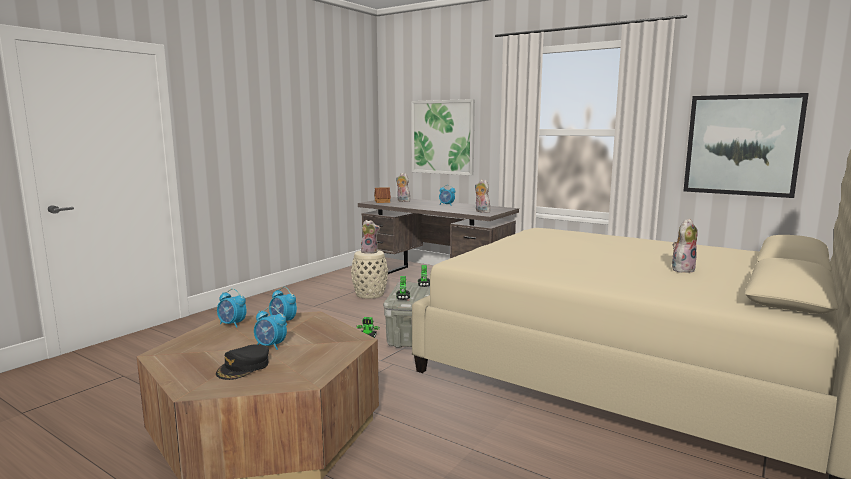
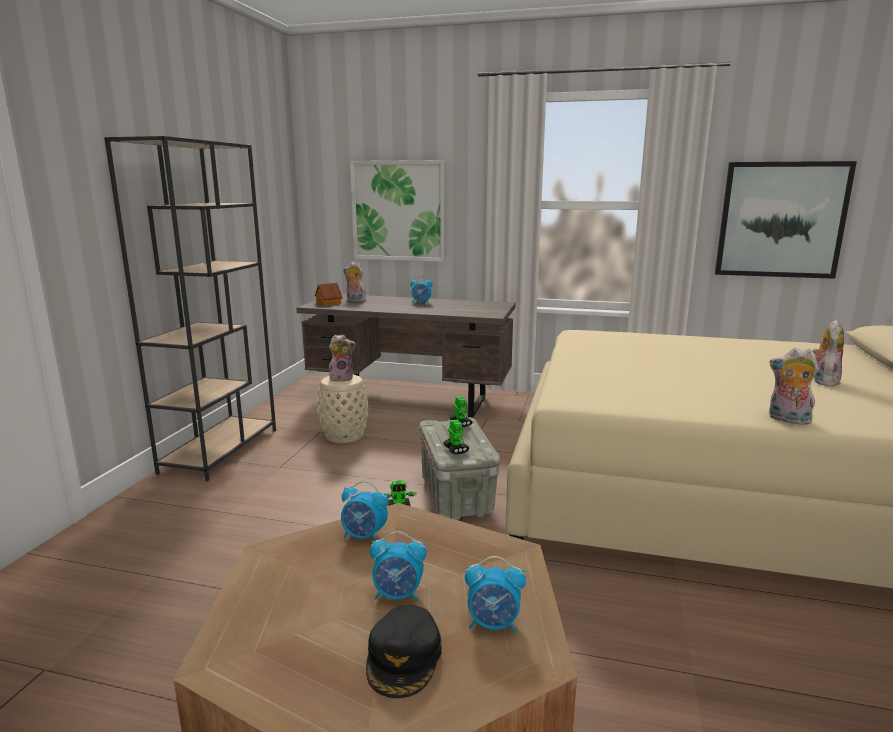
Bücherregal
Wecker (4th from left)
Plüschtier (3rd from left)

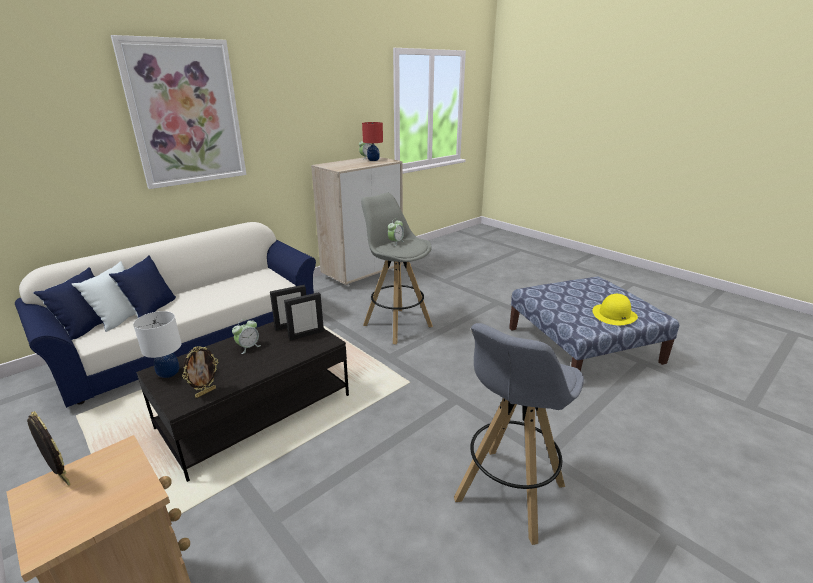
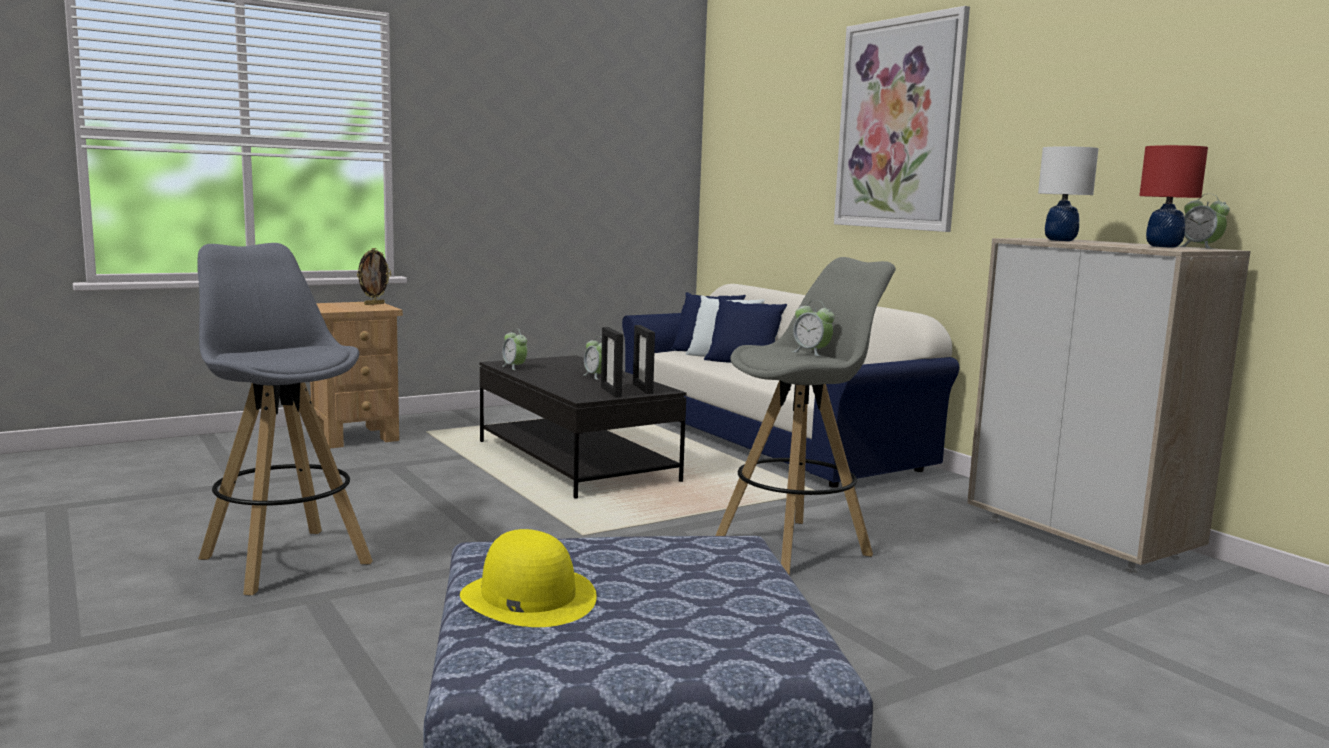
Tischlampe [weiß]
Wecker (1st from left)

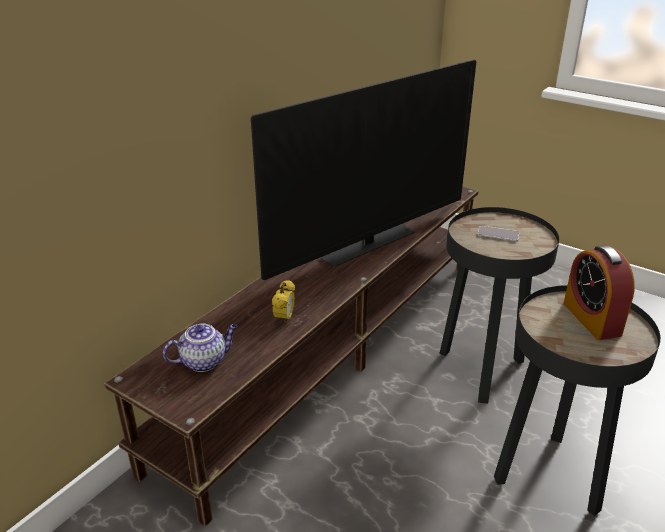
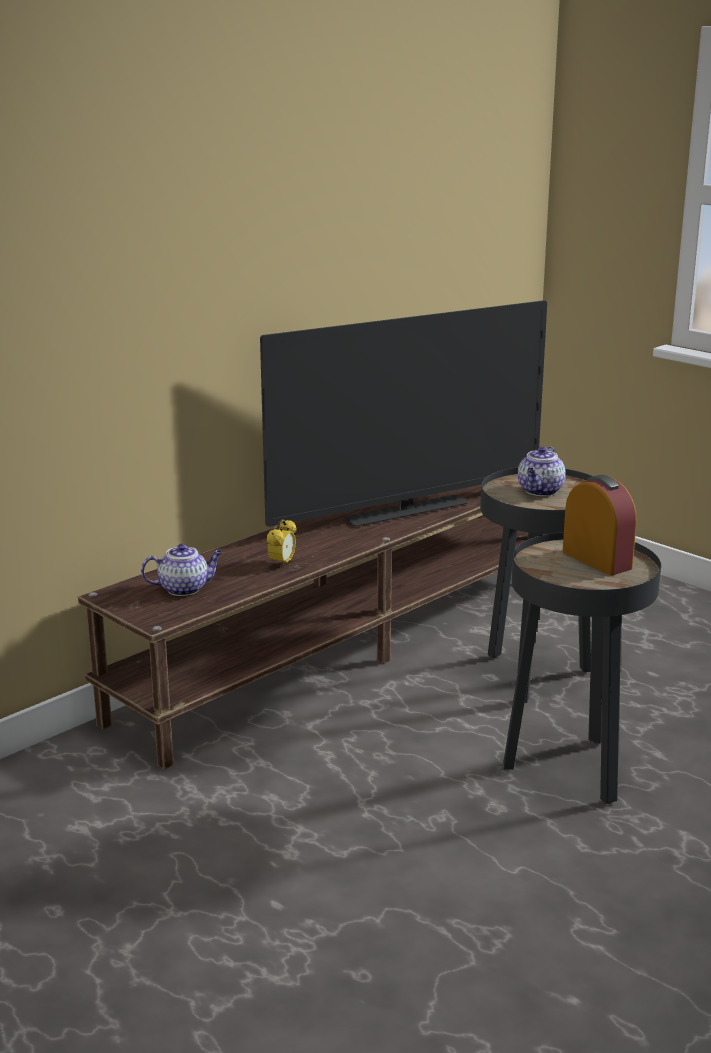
Teekanne (2nd from left)
Wecker (2nd from left)

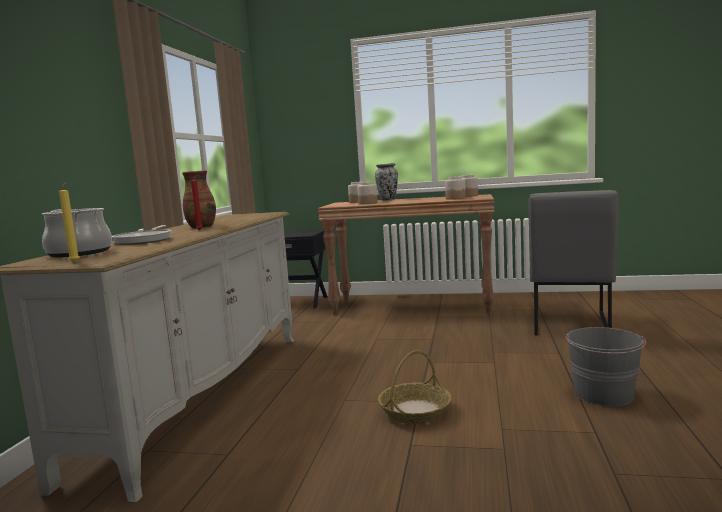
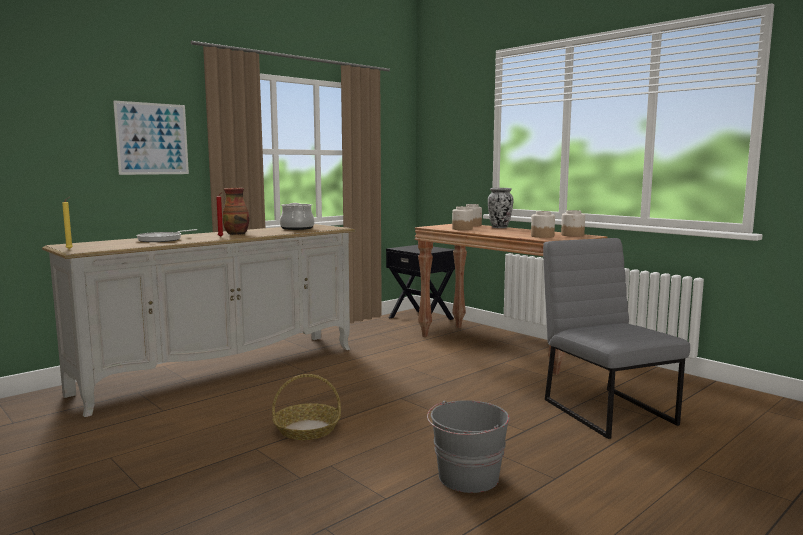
Bild
Kochtopf
Stuhl [grau]

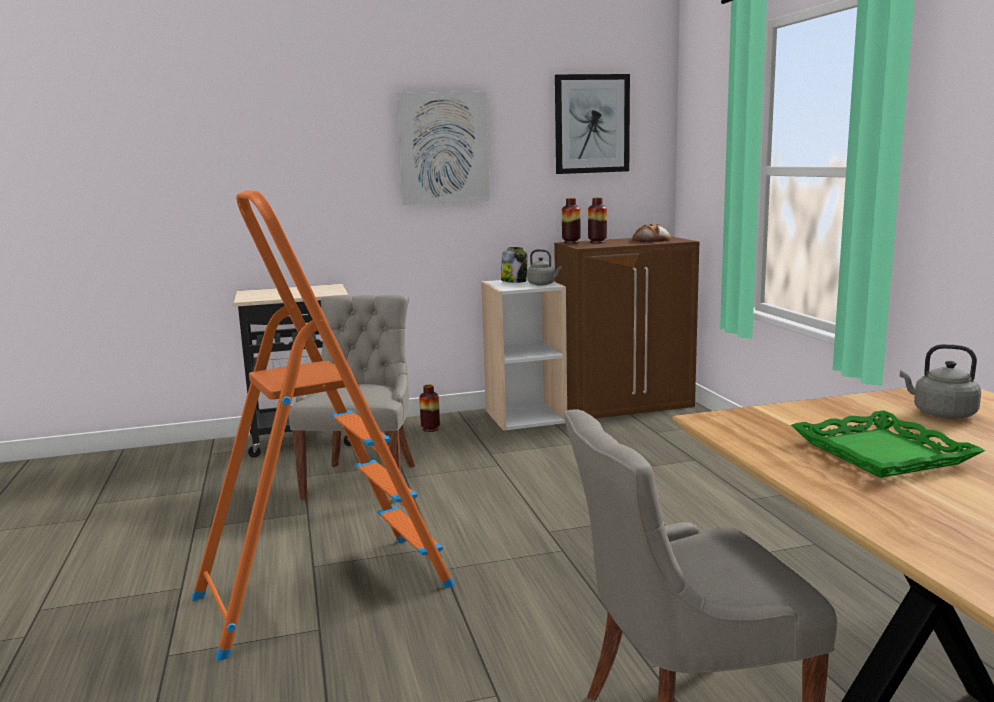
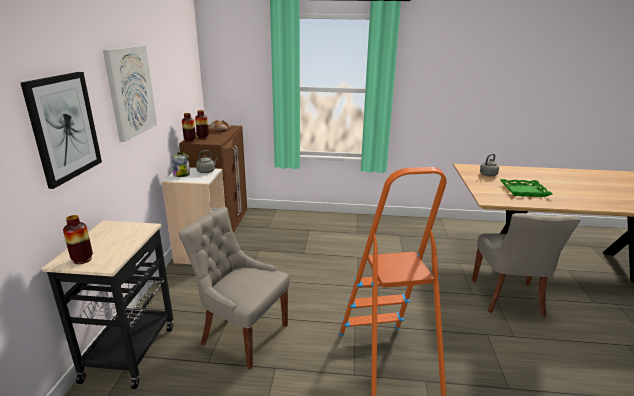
Vase (1st from left)
Bild (1st from left)

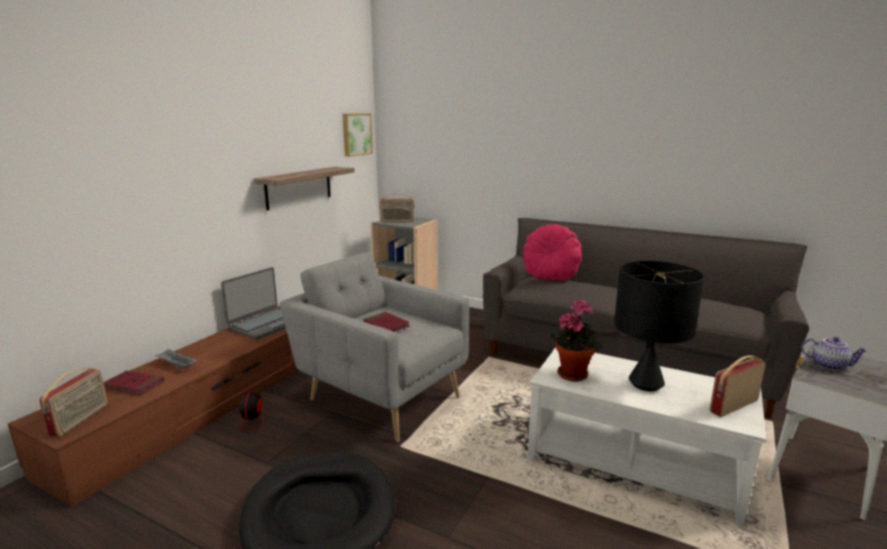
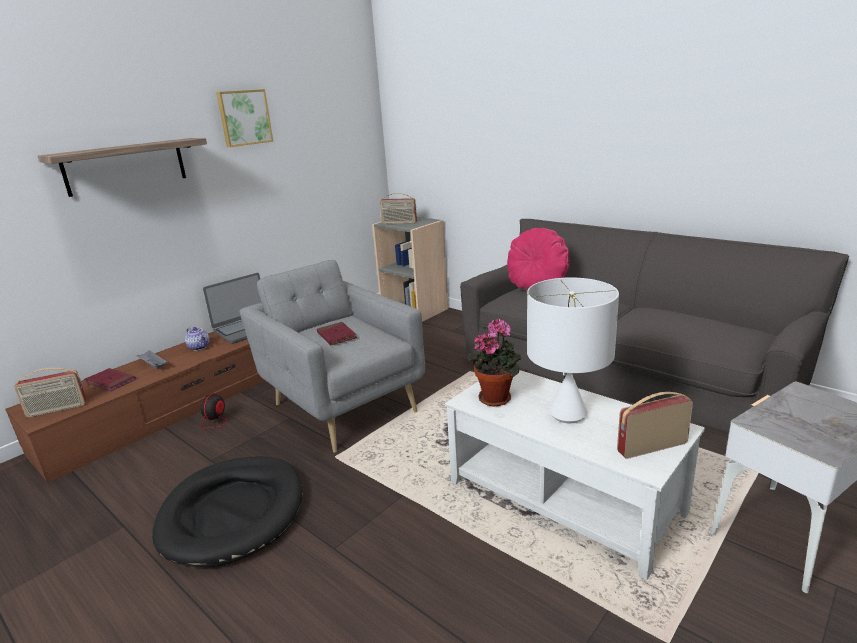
Wandregal
Bild
Teekanne
Tischlampe [weiß]
Radio (1st from left)

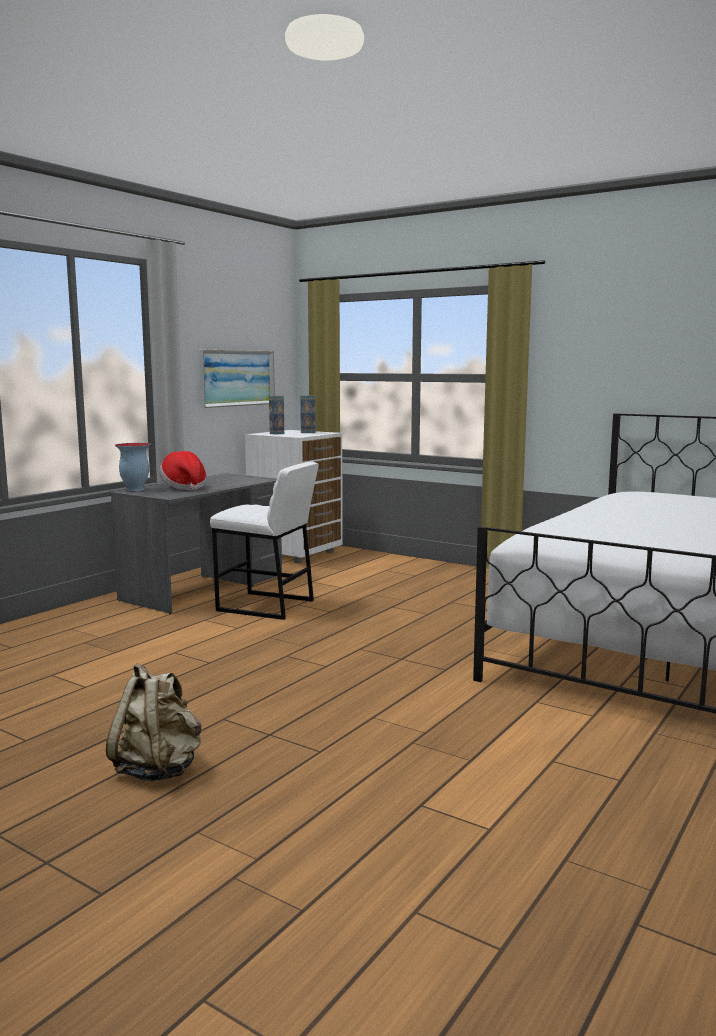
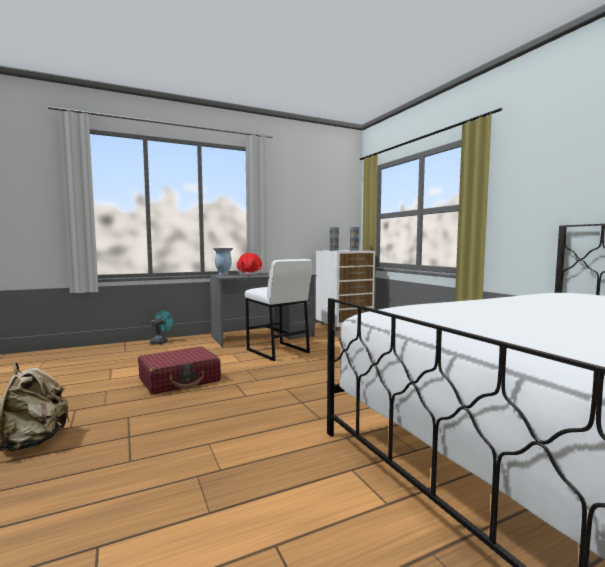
Bild
Koffer [rot]
Ventilator [türkis]

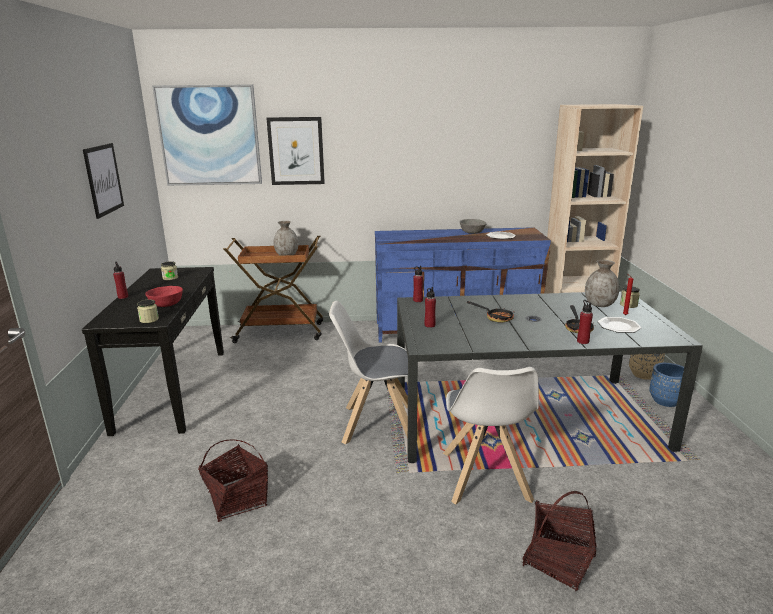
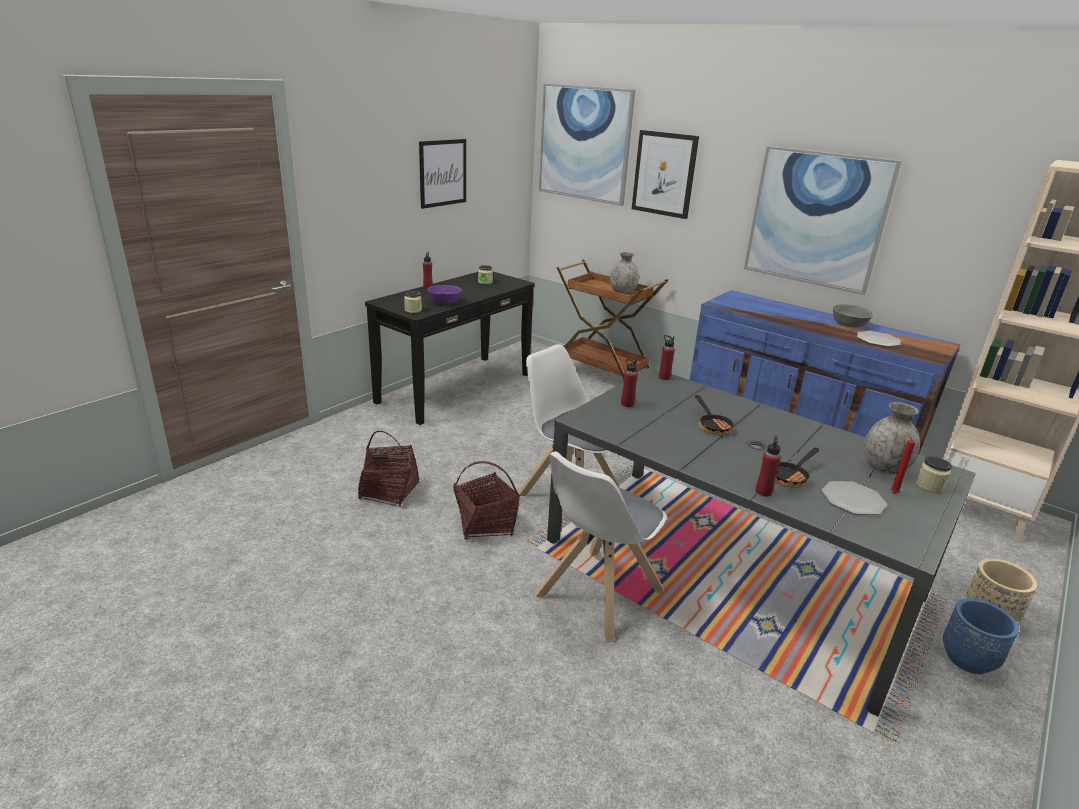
Bild (4th from left)
Korb (2nd from left)
Schüssel [lila]

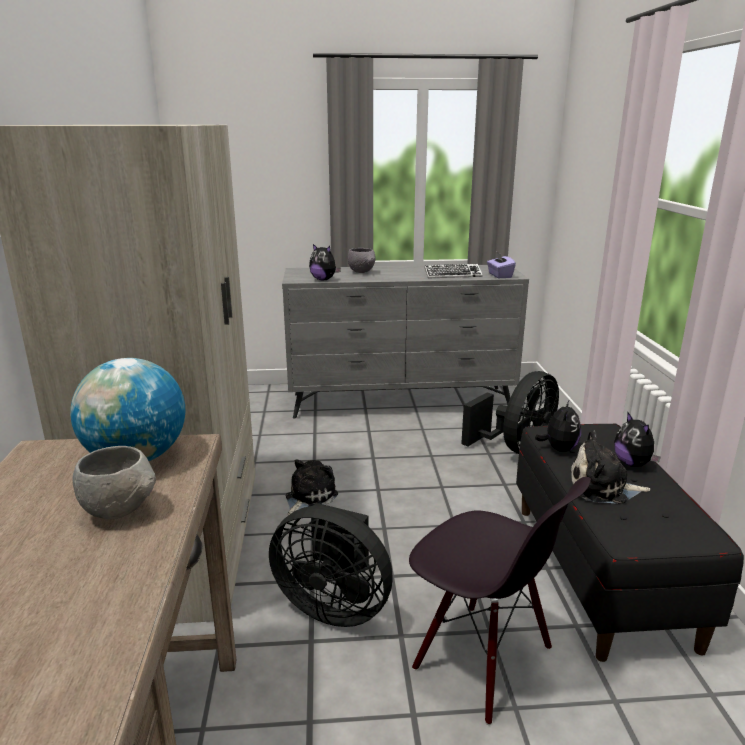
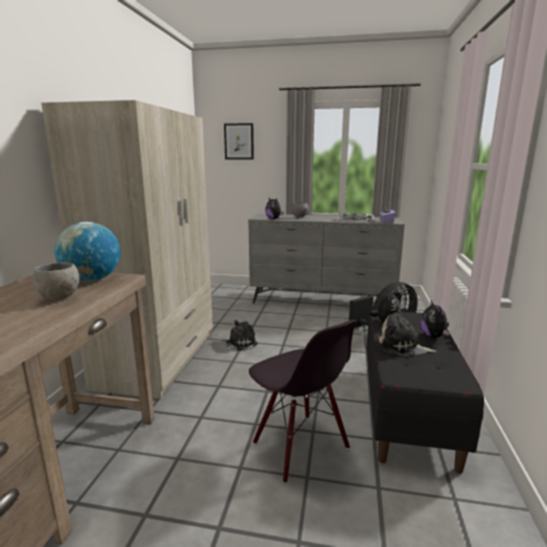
Ventilator [schwarz] (1st from left in the first image)
Bild

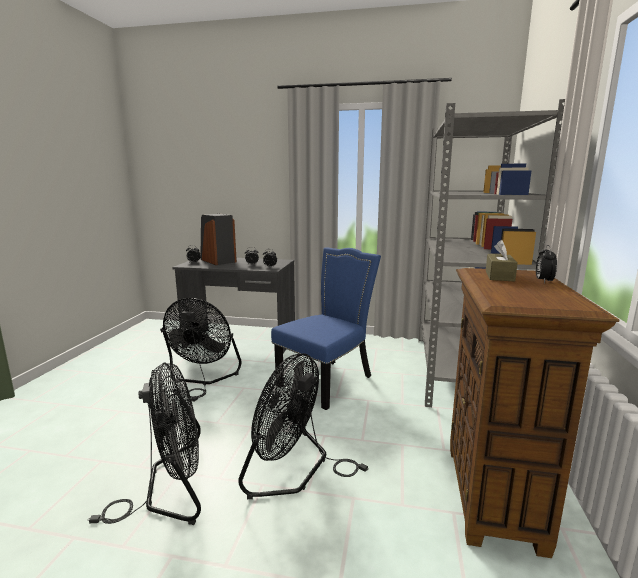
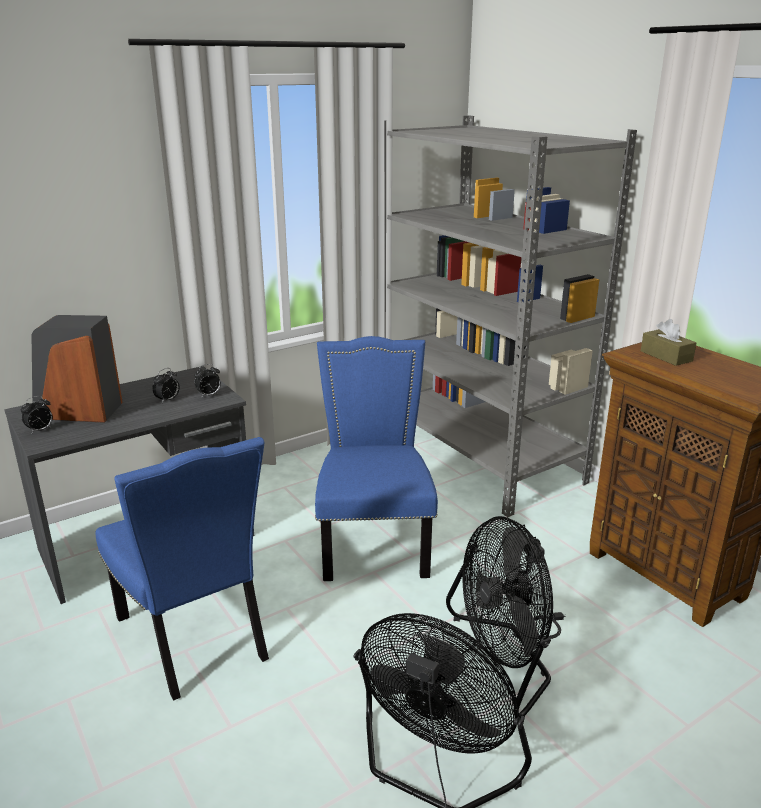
Wecker (4th from left in the first image)
Stuhl [blau] (1st from left)

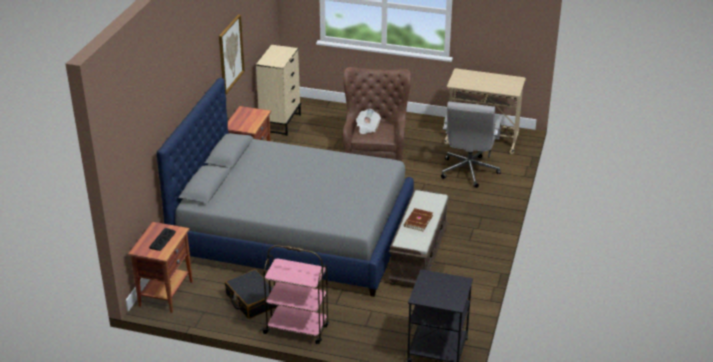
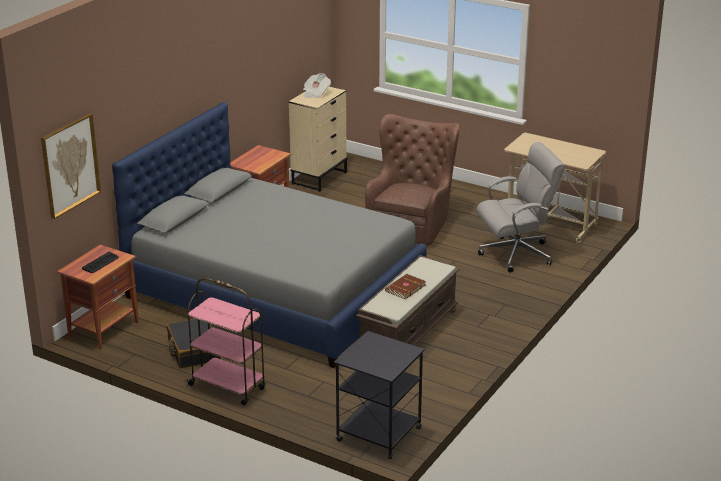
Bild
Zeitung
Bürostuhl [grau]

